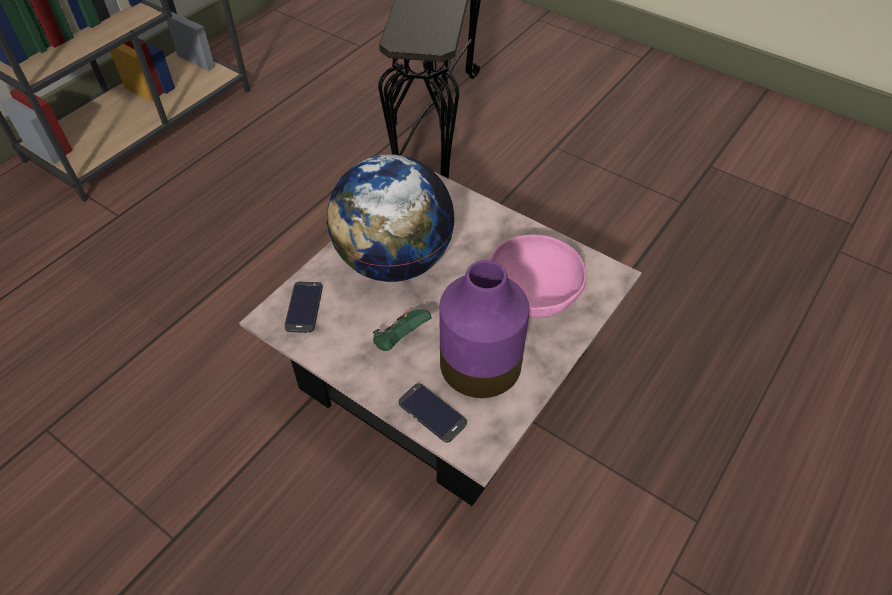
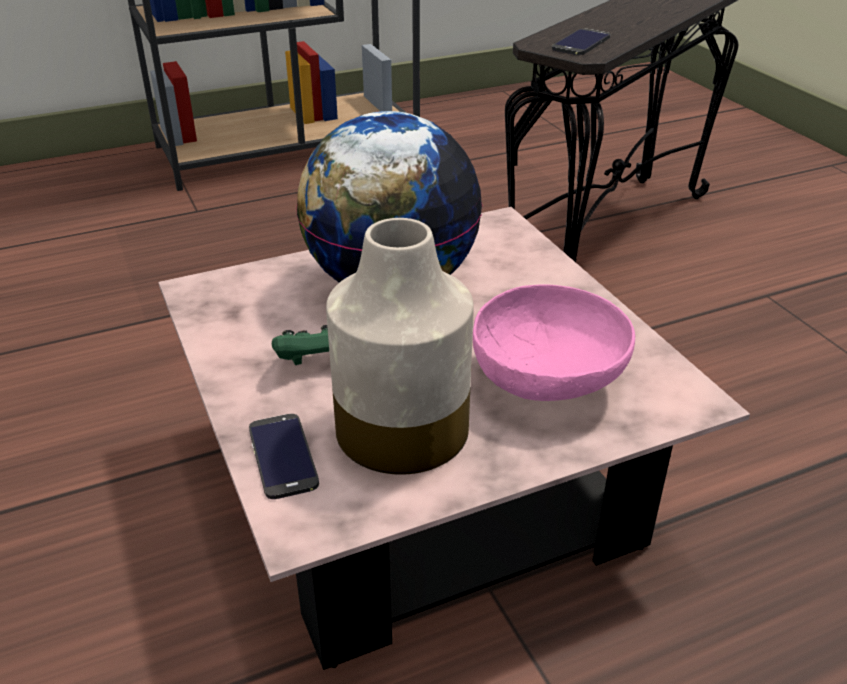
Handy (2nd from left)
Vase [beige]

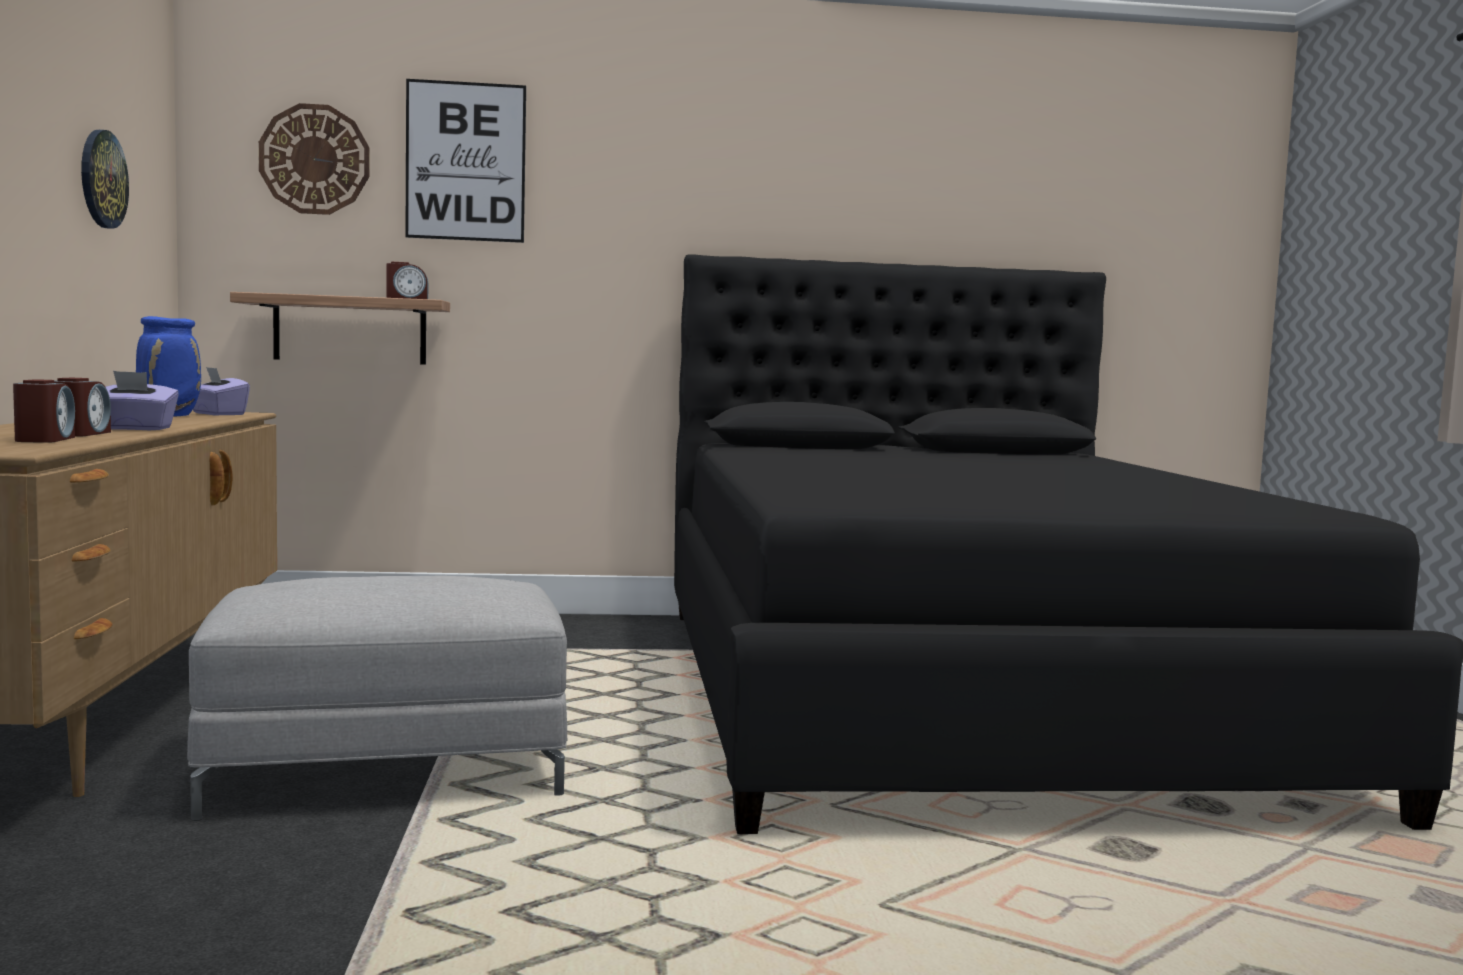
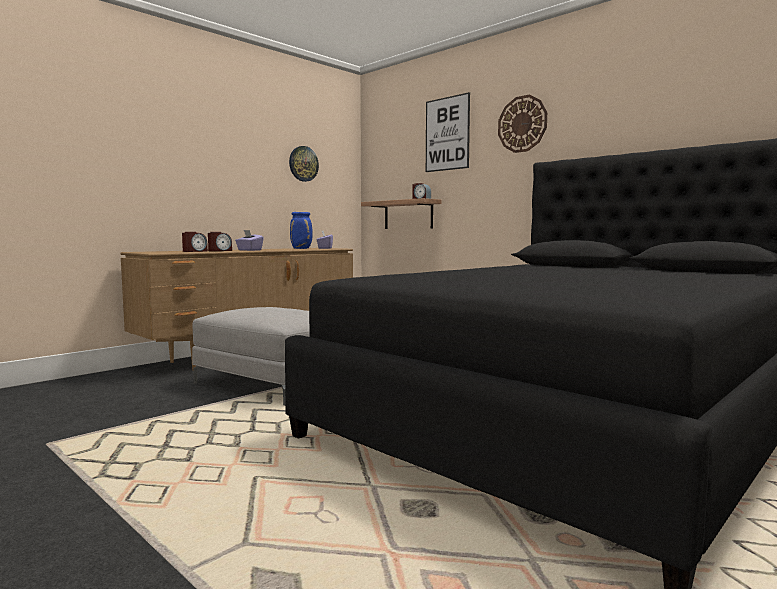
Wanduhr (2nd from left)

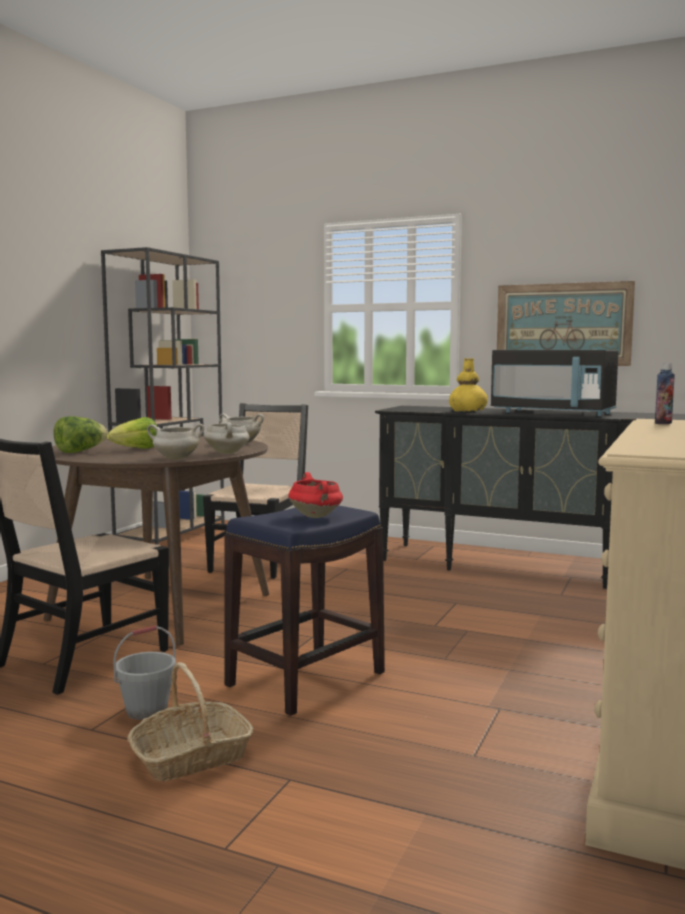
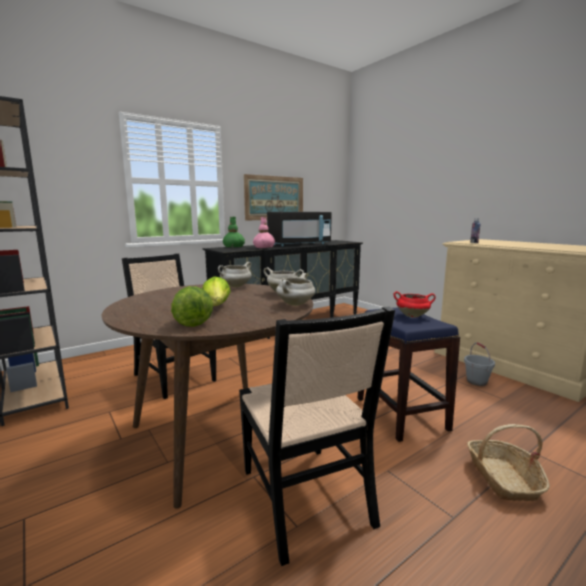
Vase [grün]
Eimer [grau]
Vase [rosa]

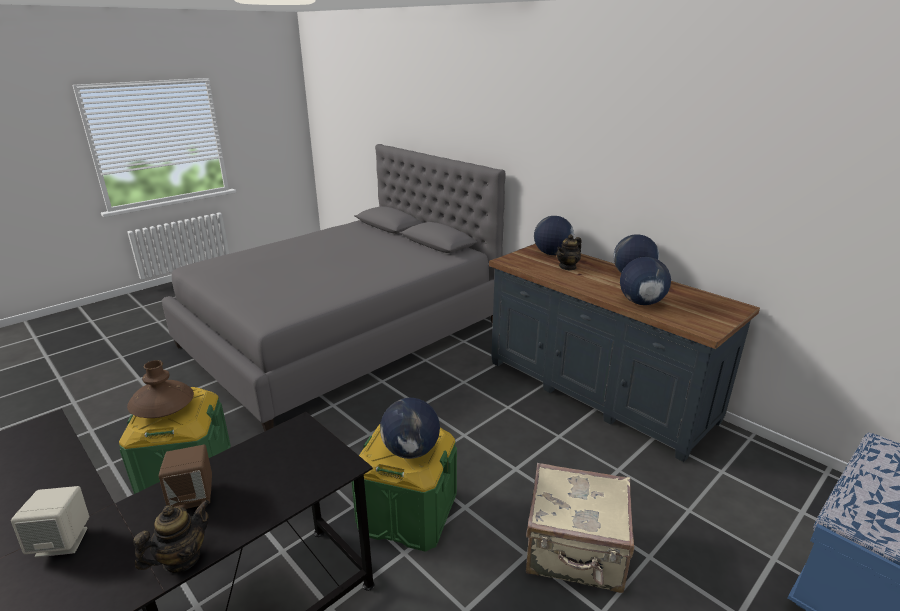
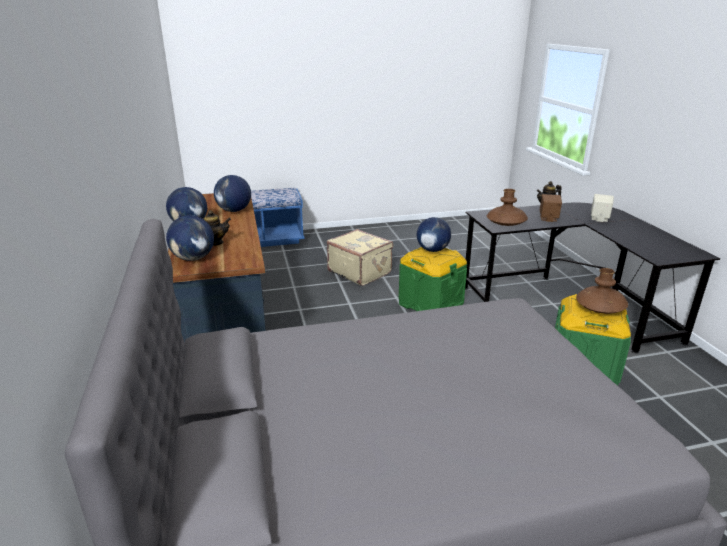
Vase [braun] (1st from left)

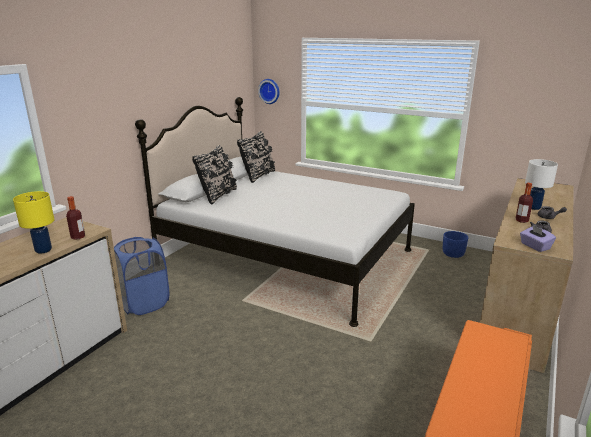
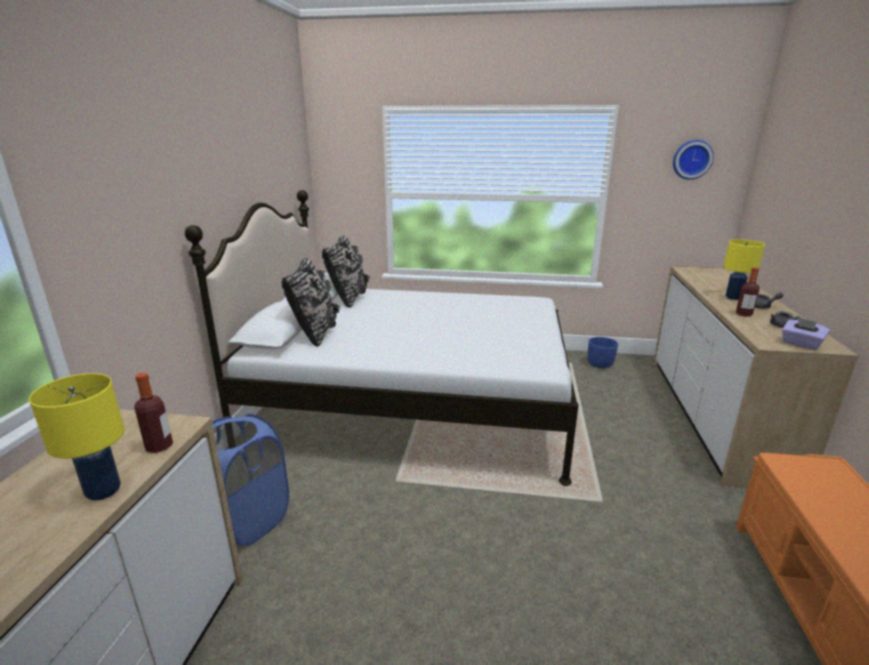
Wanduhr
Tischlampe [gelb] (2nd from left)

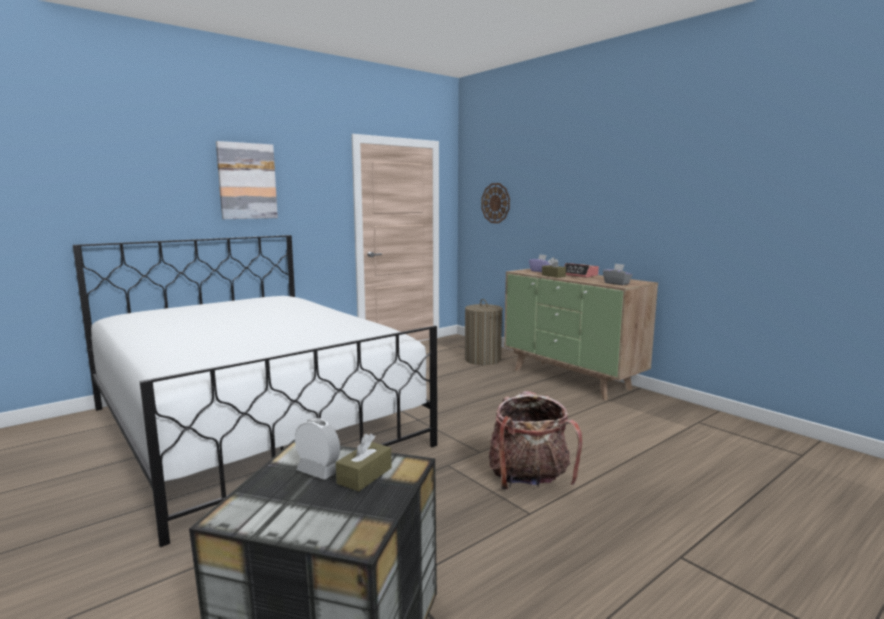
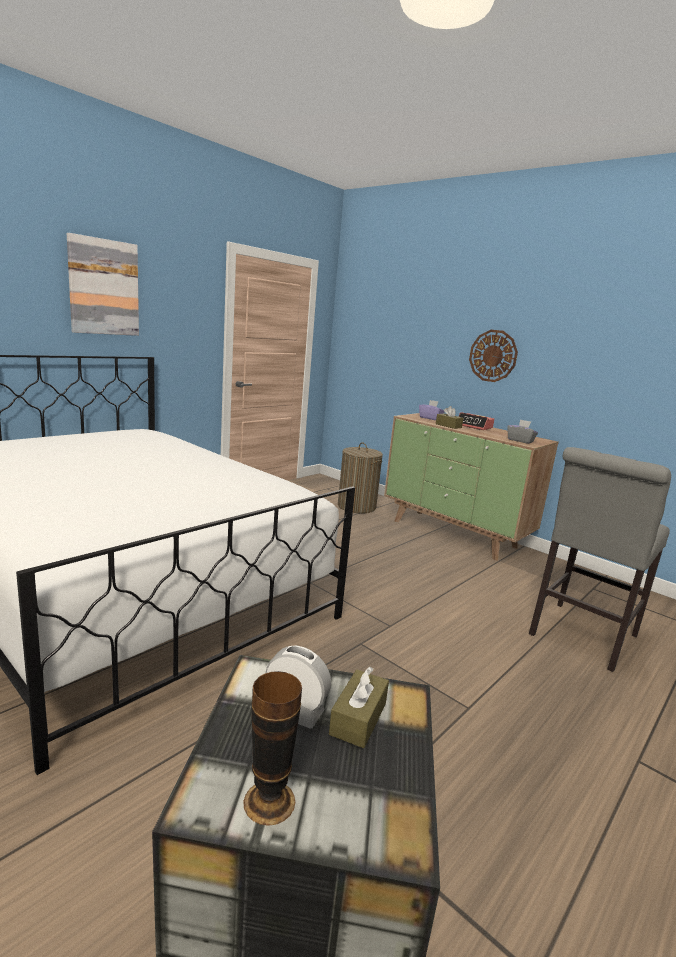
Rucksack
Vase
Hocker [grau]
Wanduhr

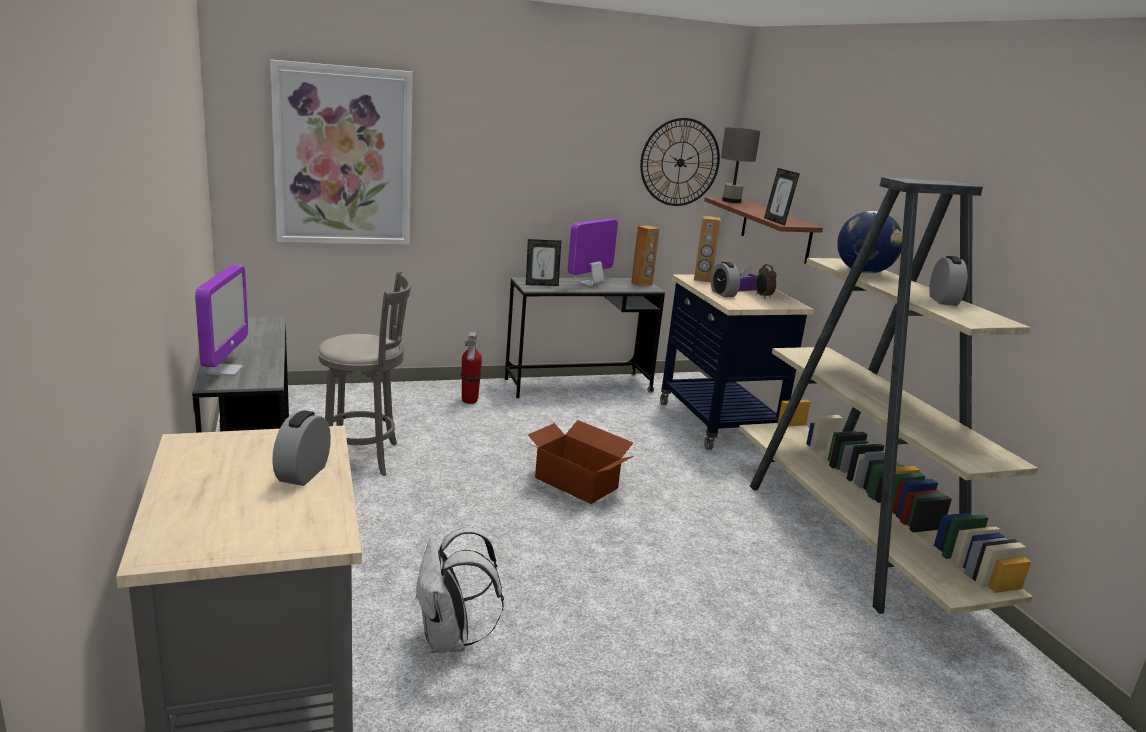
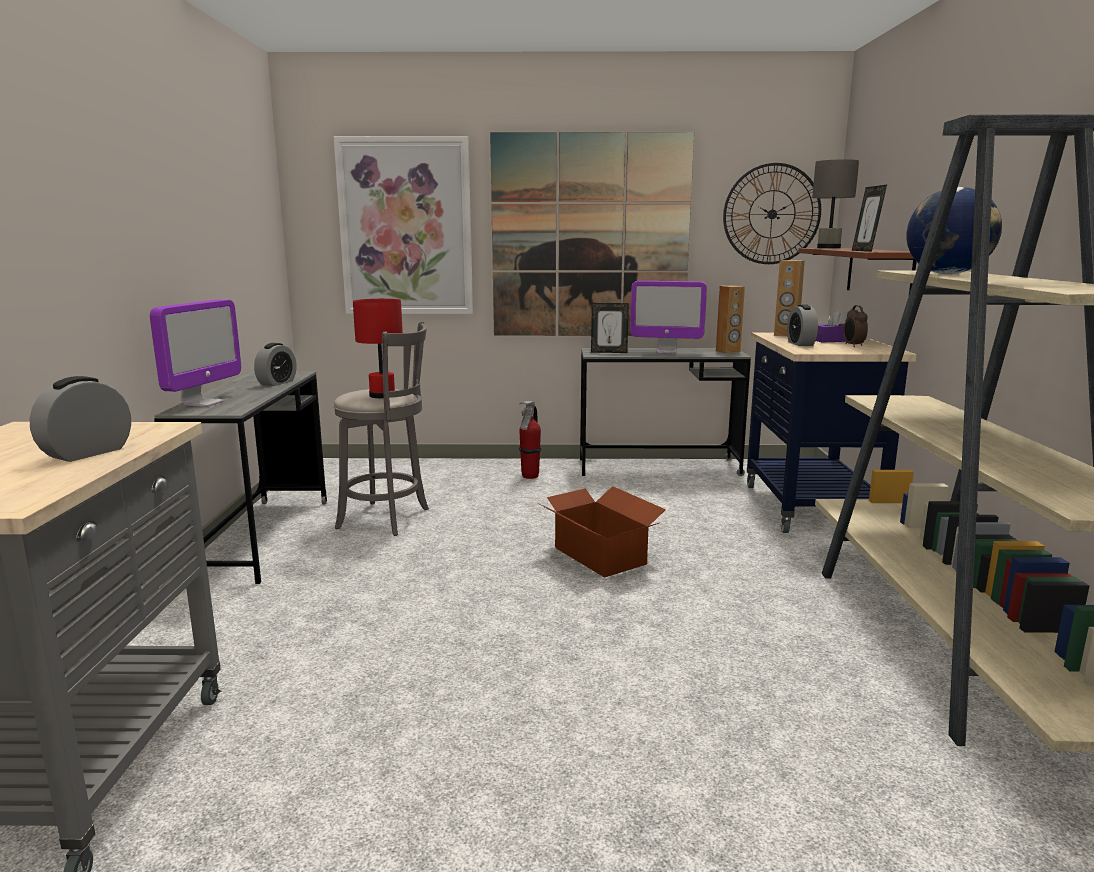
Rucksack [weiß]
Tischlampe [rot]
Bild (2nd from left)
Wecker (2nd from left)
Monitor (2nd from left)

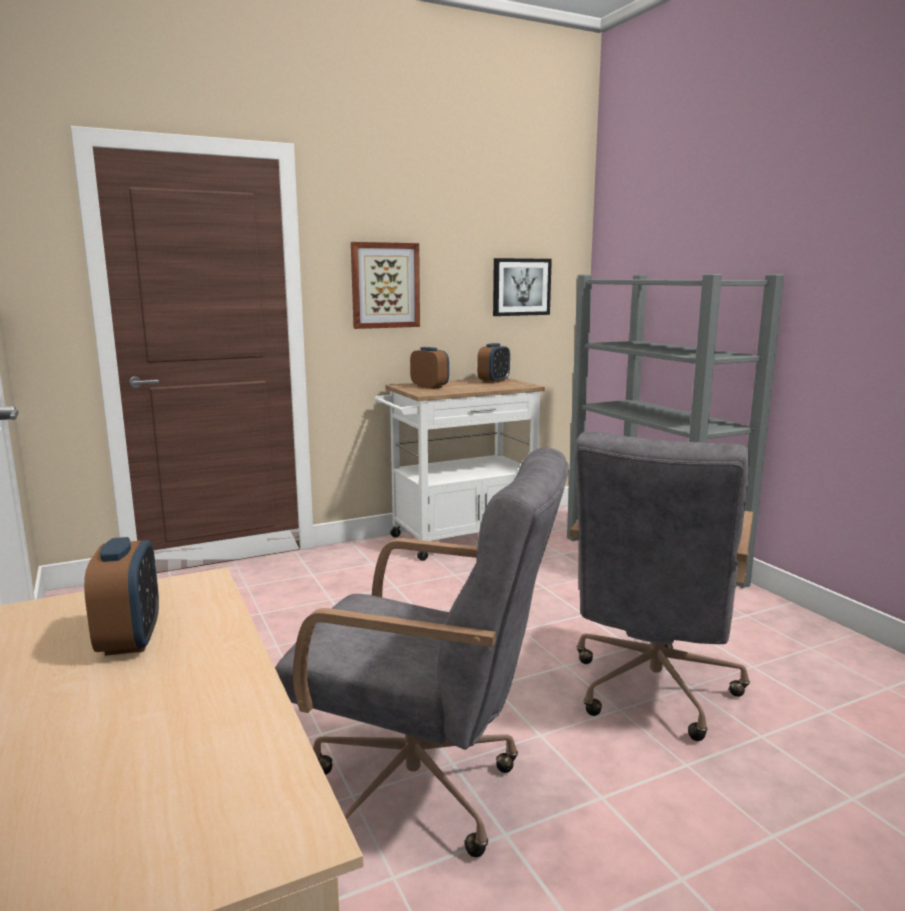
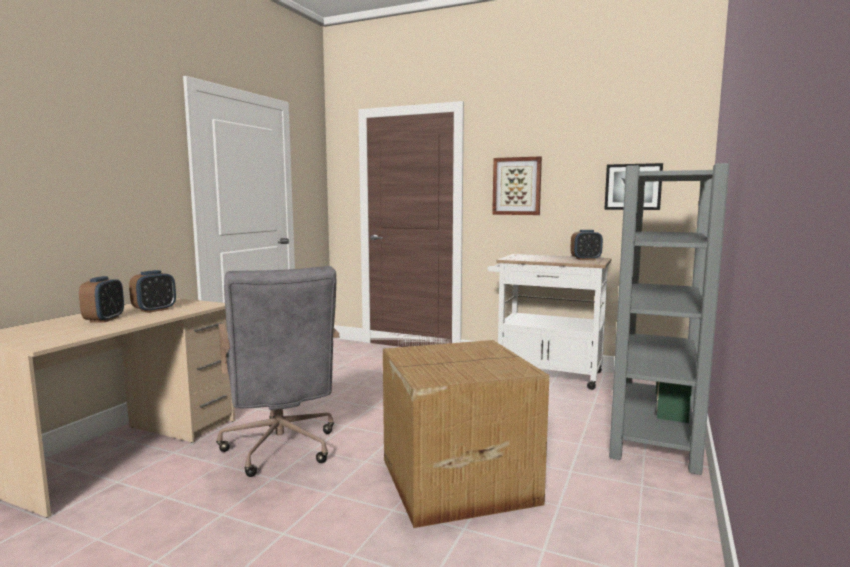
Wecker (1st from left)
Karton

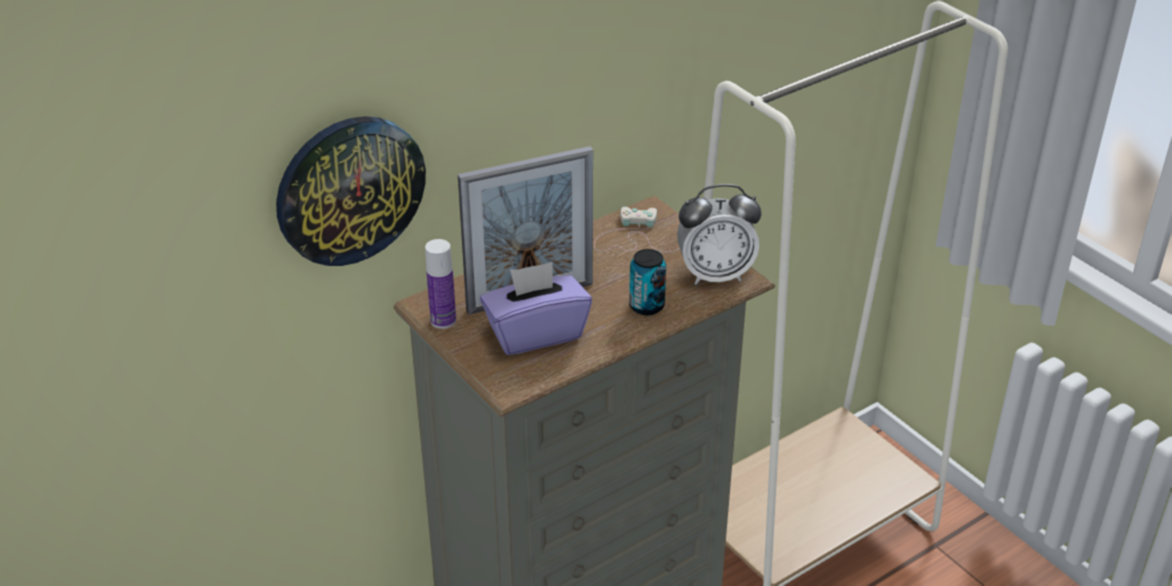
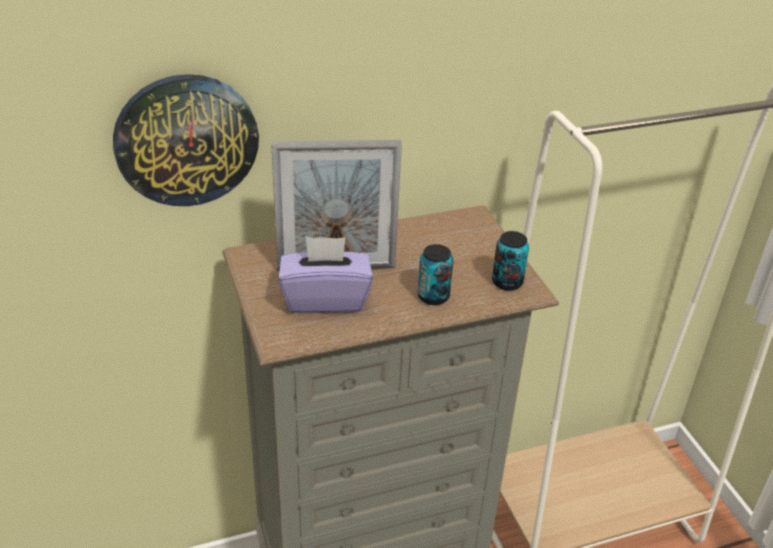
Flasche
Gamepad [weiß]
Dose (2nd from left)

